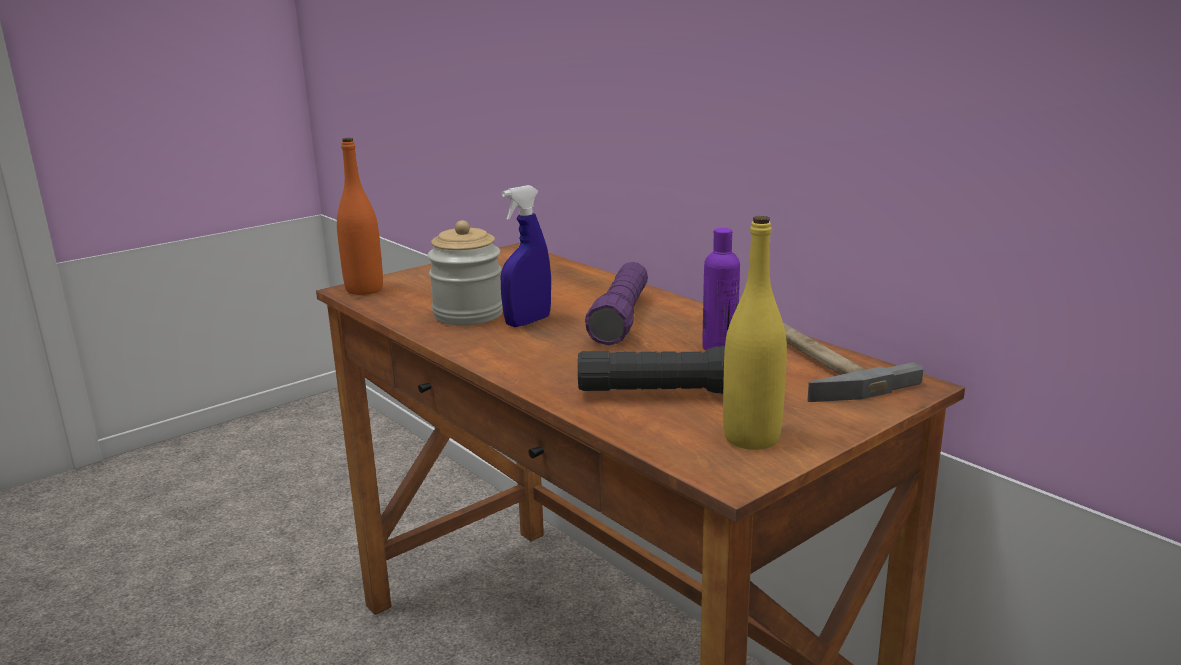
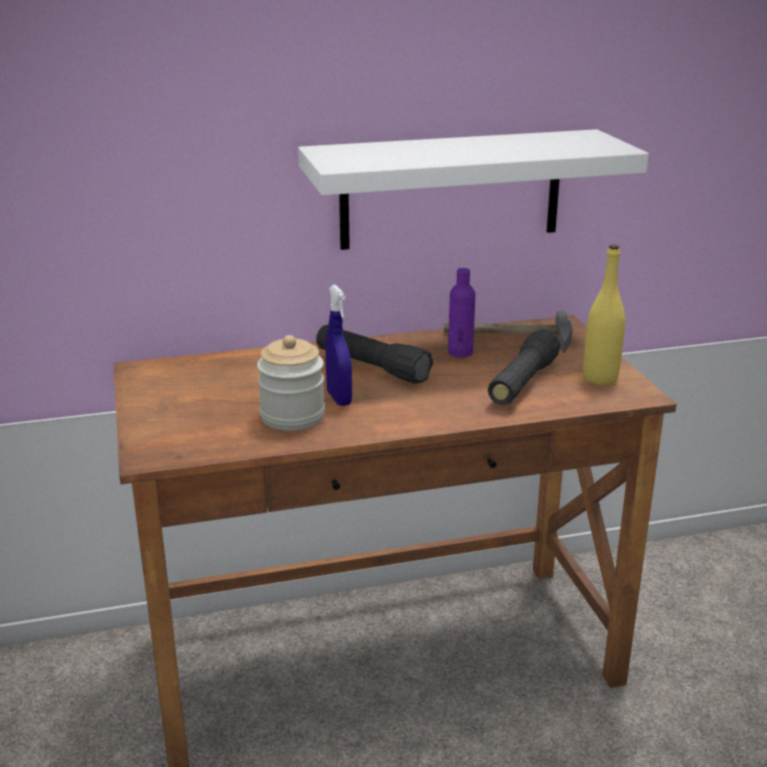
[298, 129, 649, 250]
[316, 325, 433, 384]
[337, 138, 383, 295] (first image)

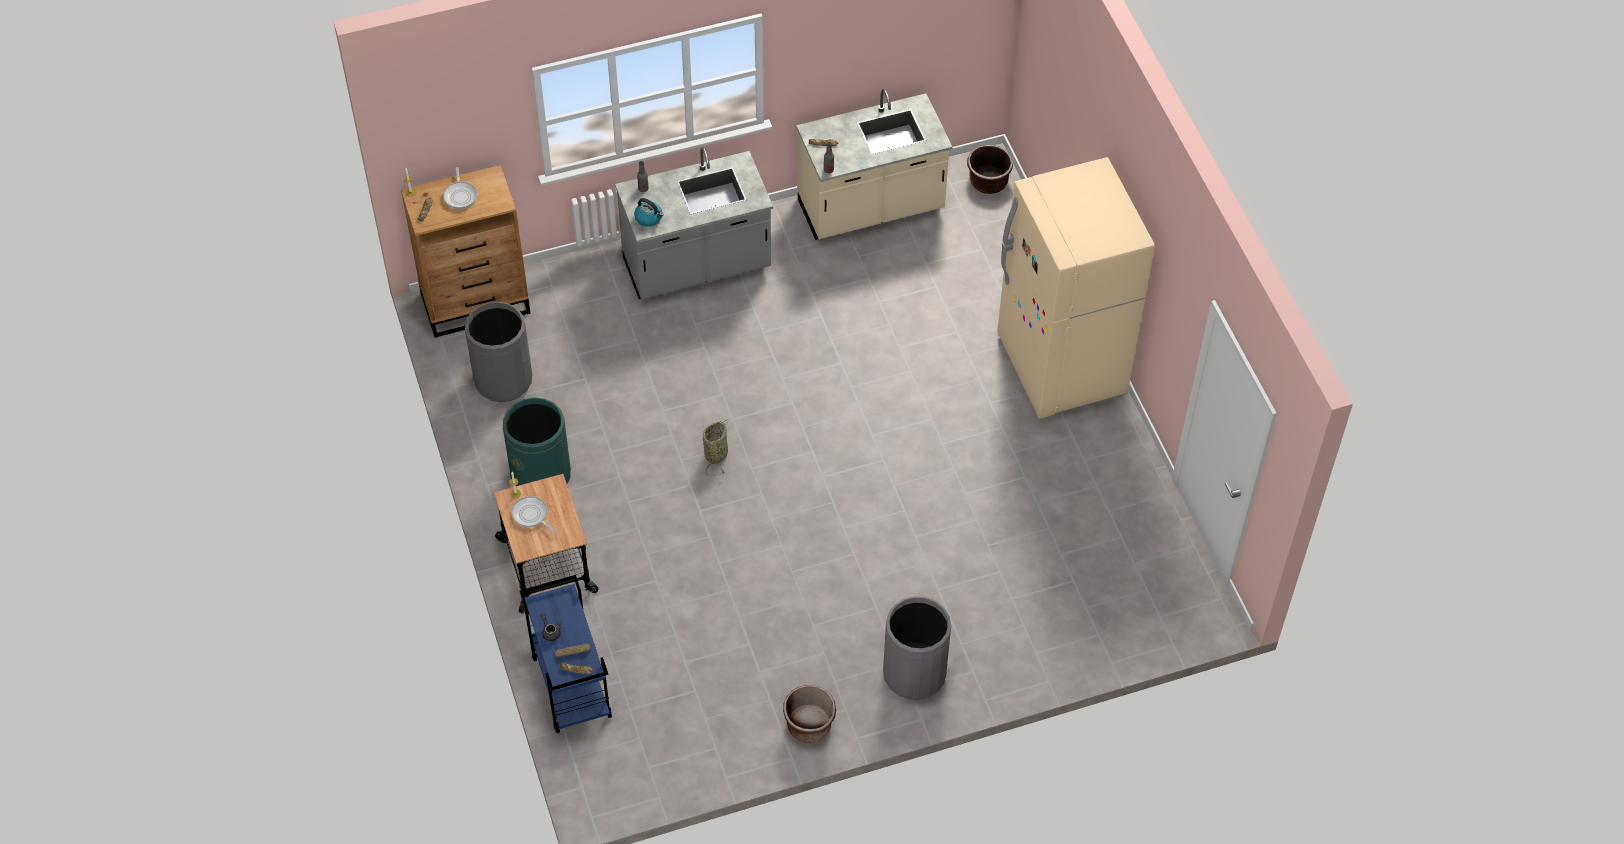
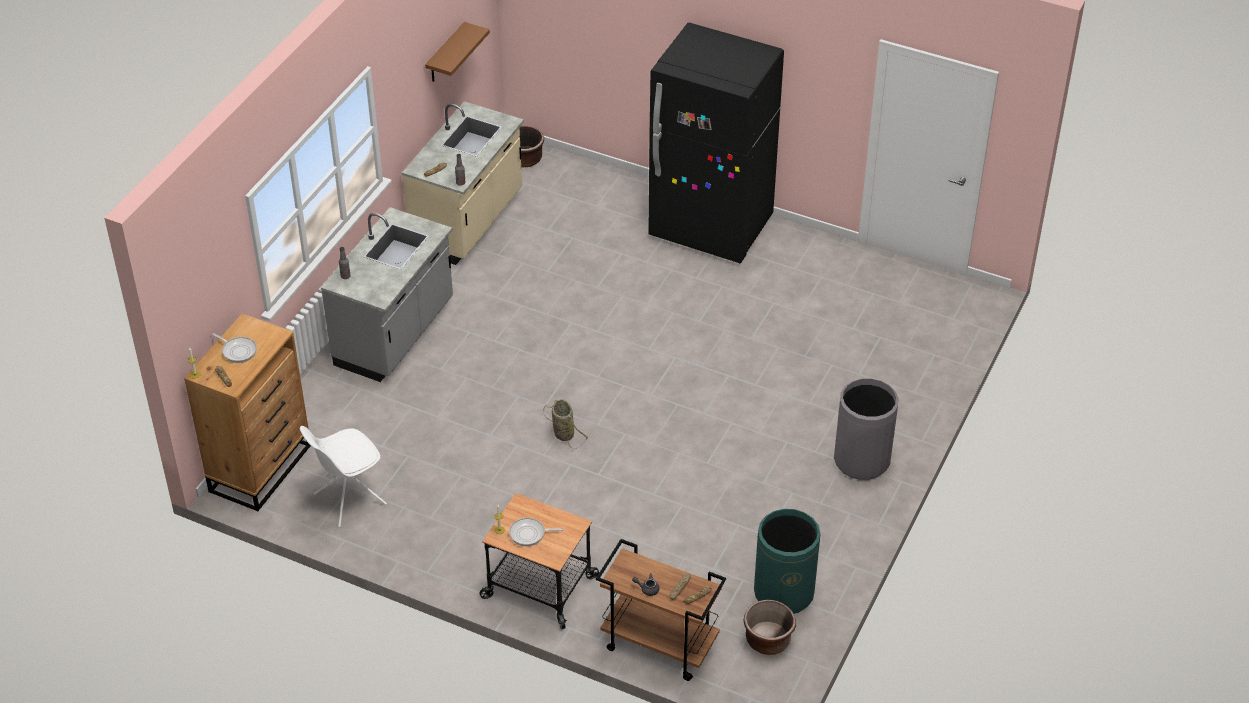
[300, 426, 387, 527]
[425, 22, 490, 82]
[596, 539, 726, 681]
[648, 23, 784, 263]
[743, 600, 796, 655]
[754, 509, 821, 614]
[634, 198, 664, 226] (first image)

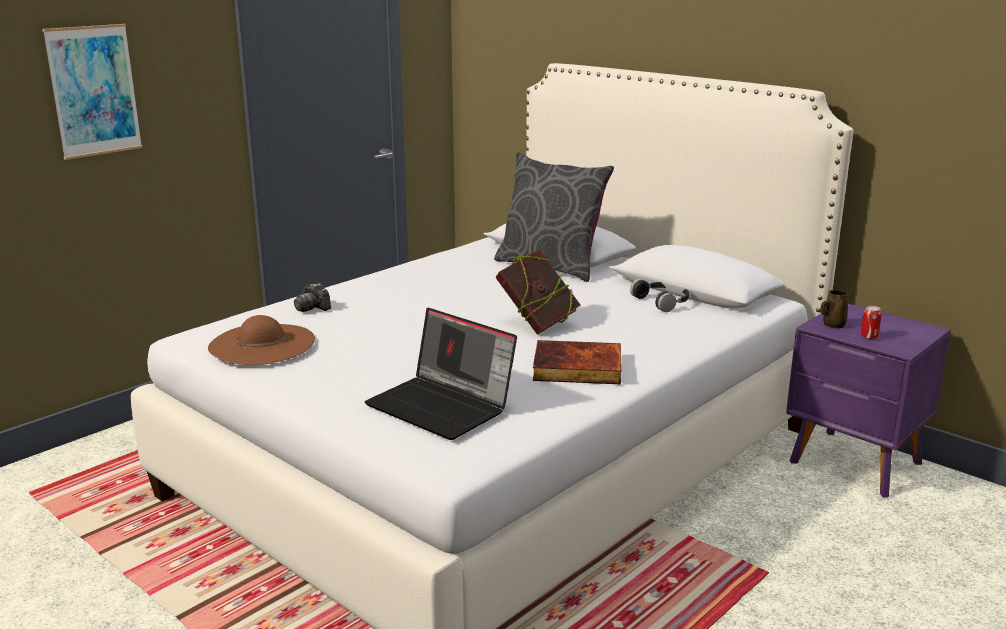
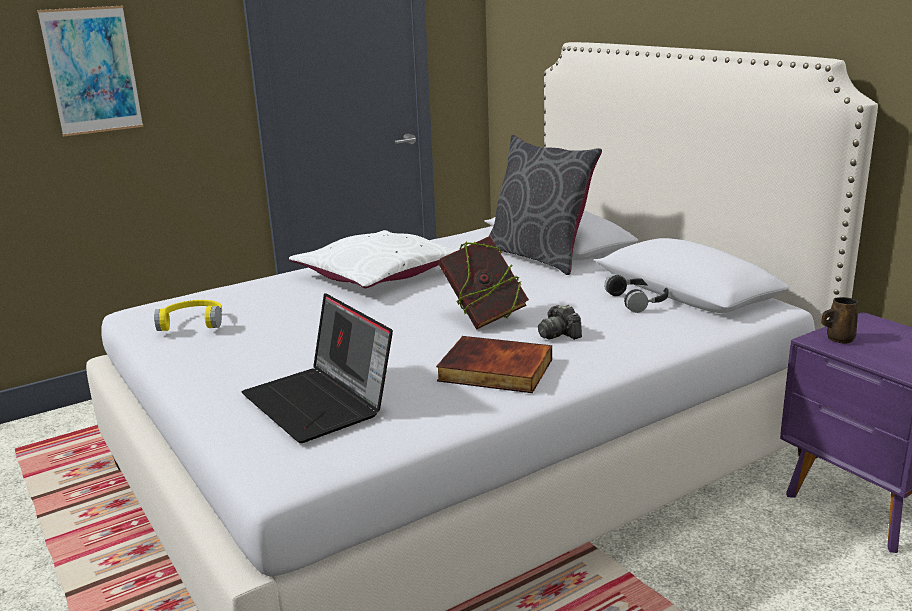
[154, 300, 222, 331]
[289, 230, 458, 288]
[538, 305, 582, 340]
[861, 306, 882, 339] (first image)

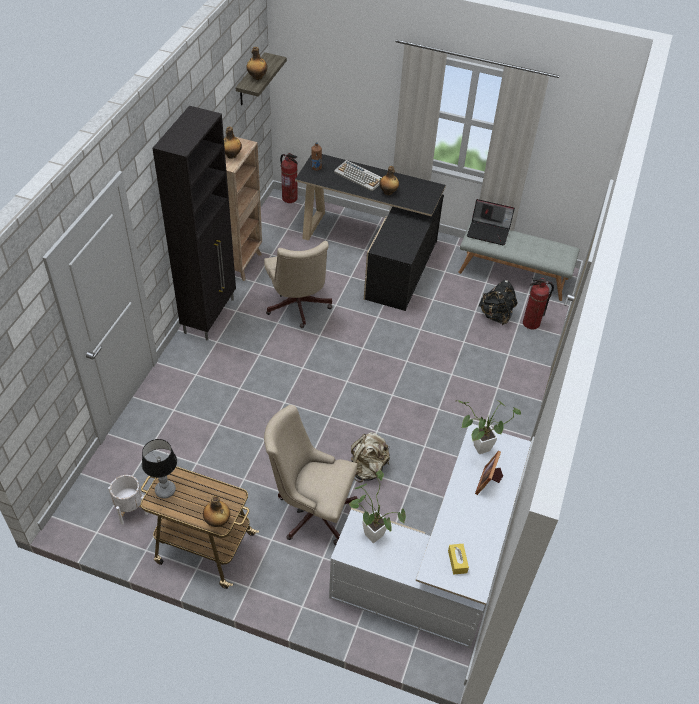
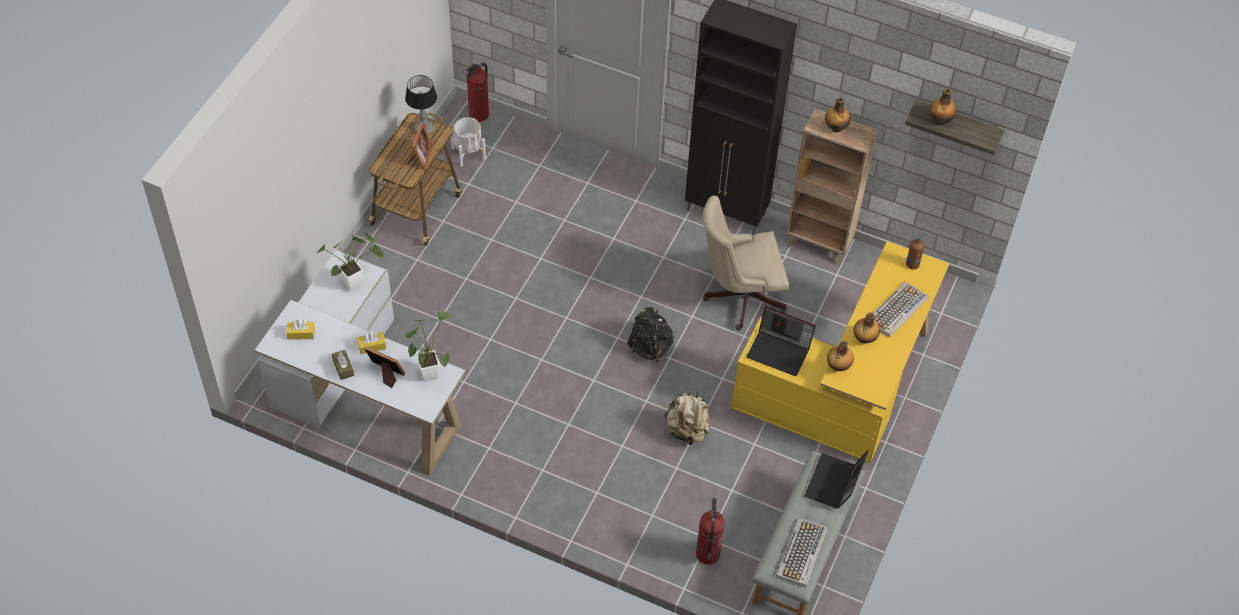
[332, 350, 354, 380]
[357, 332, 386, 354]
[407, 122, 434, 170]
[466, 63, 489, 122]
[627, 307, 674, 363]
[665, 390, 711, 445]
[731, 241, 949, 463]
[747, 307, 815, 376]
[776, 518, 828, 587]
[827, 340, 854, 371]
[264, 405, 358, 545] (first image)

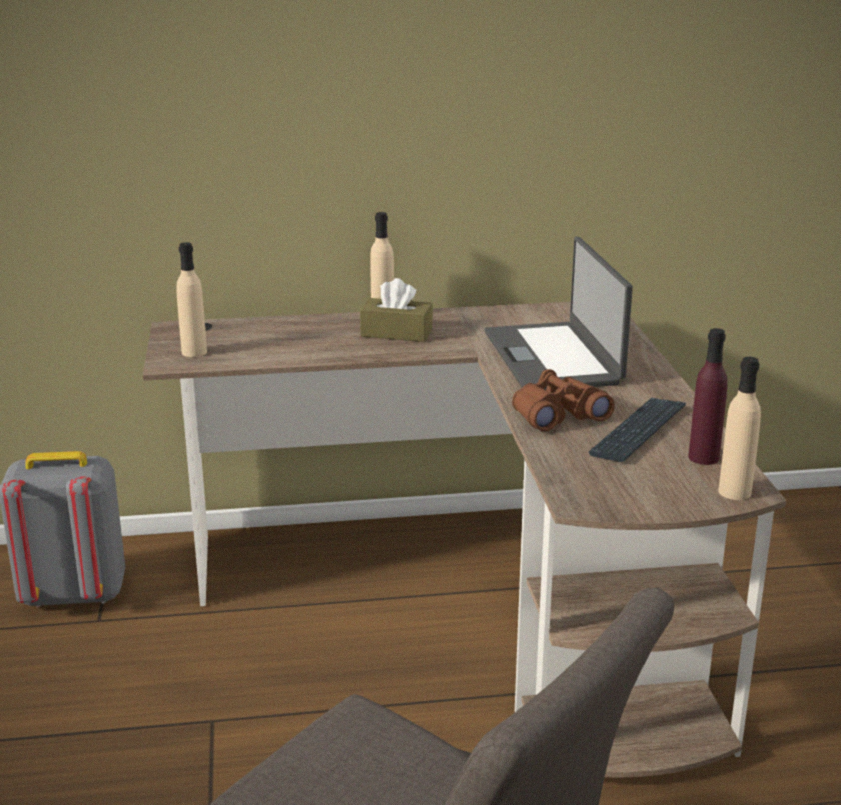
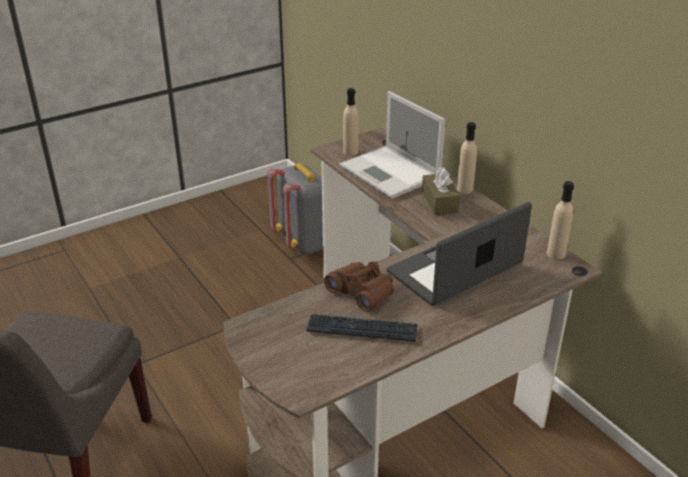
[340, 91, 446, 199]
[547, 181, 574, 259]
[688, 328, 728, 465] (first image)

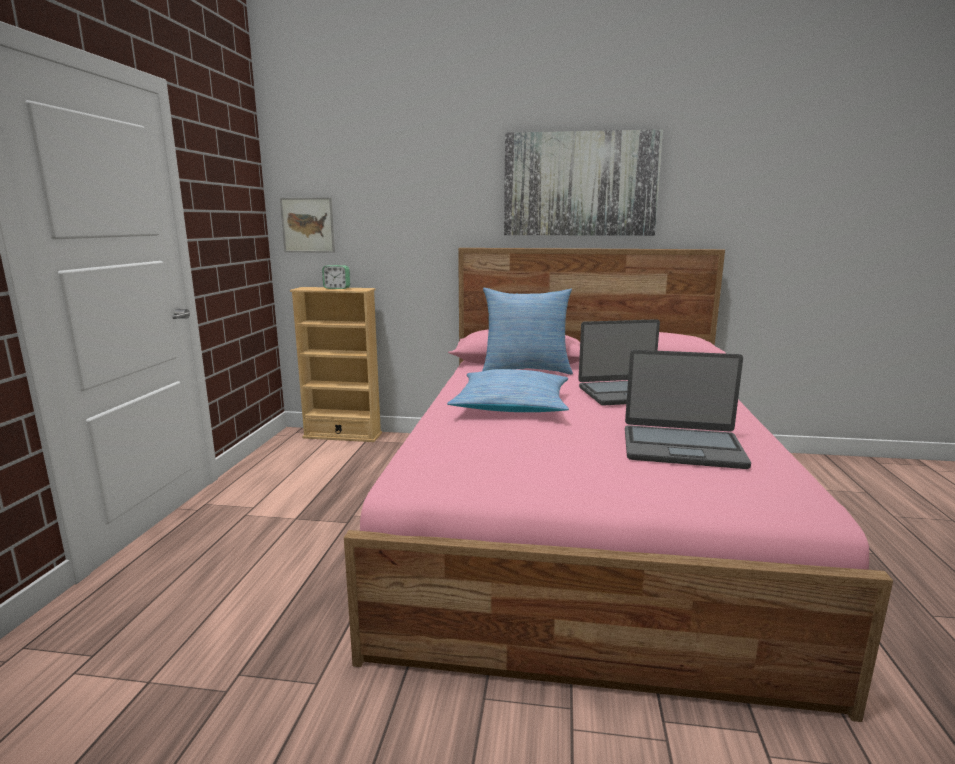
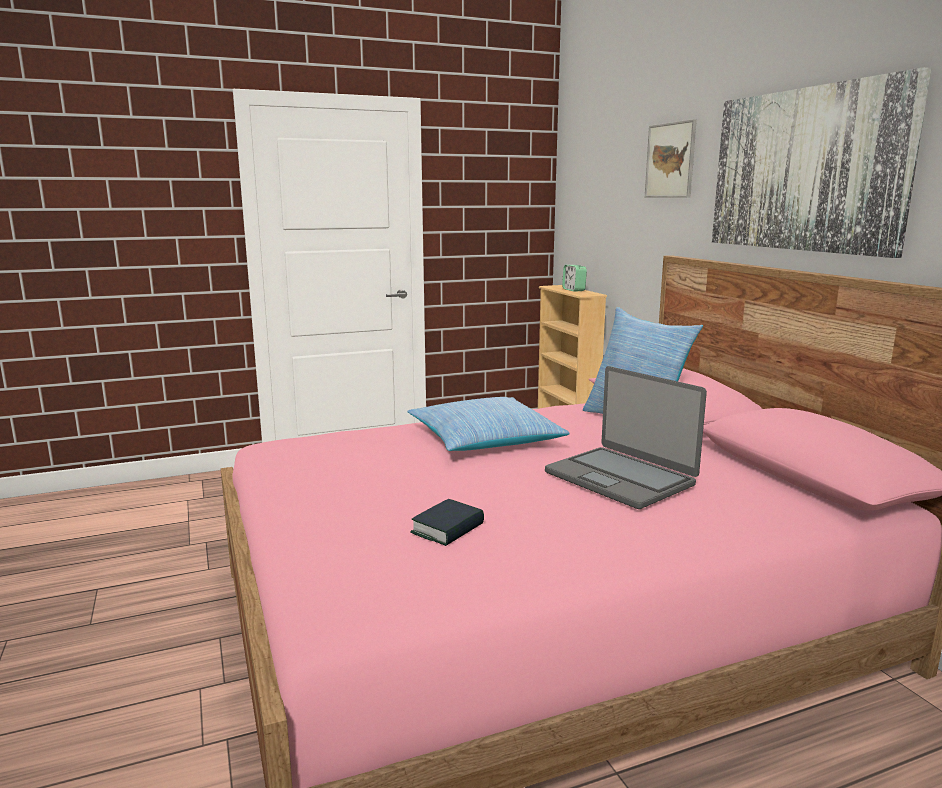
[410, 499, 484, 546]
[645, 119, 697, 198]

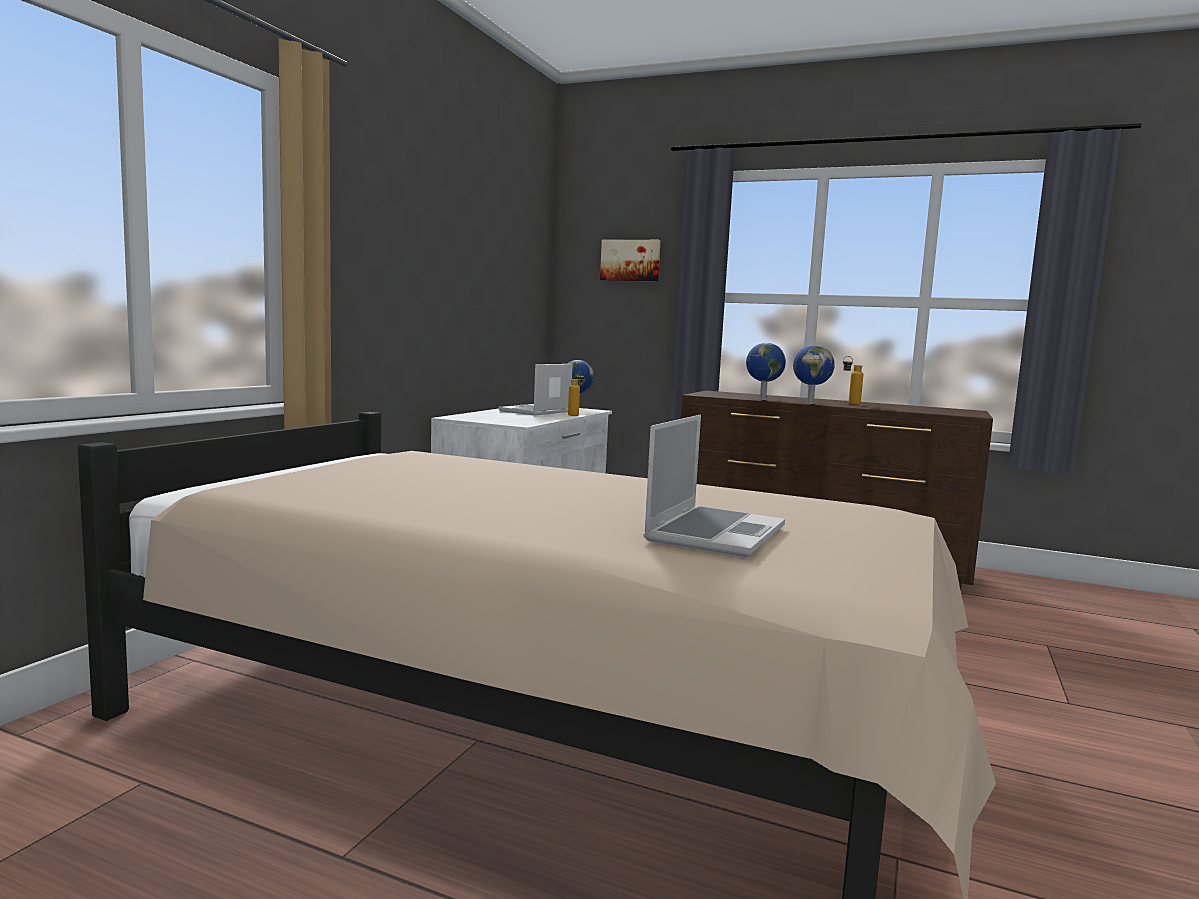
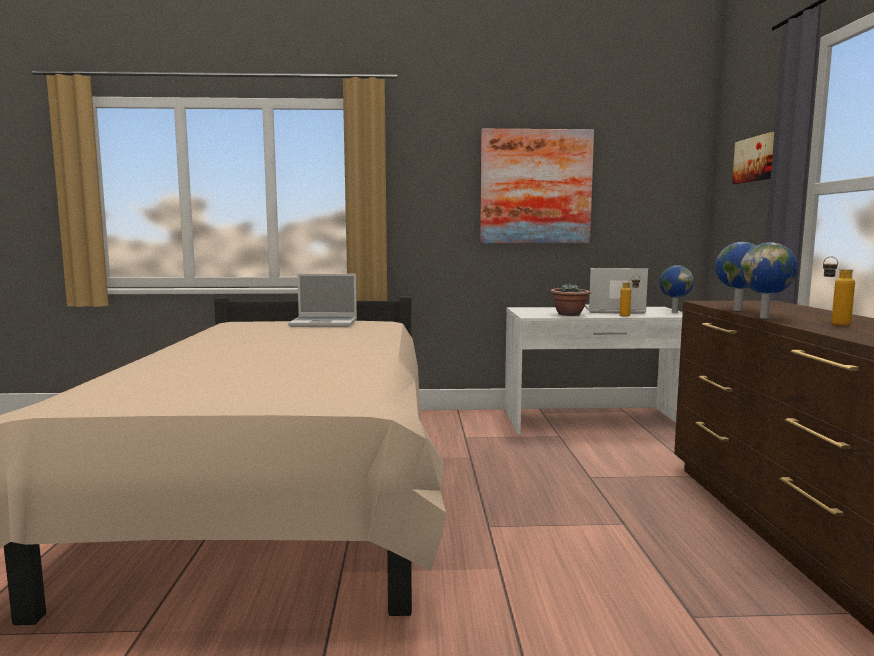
[288, 274, 357, 327]
[480, 129, 594, 243]
[550, 283, 591, 316]

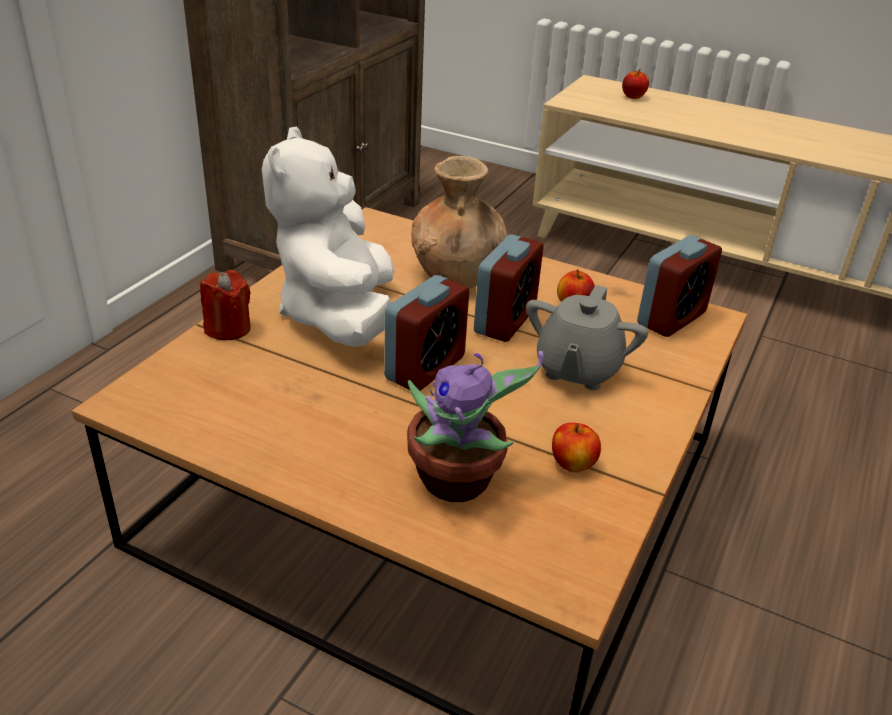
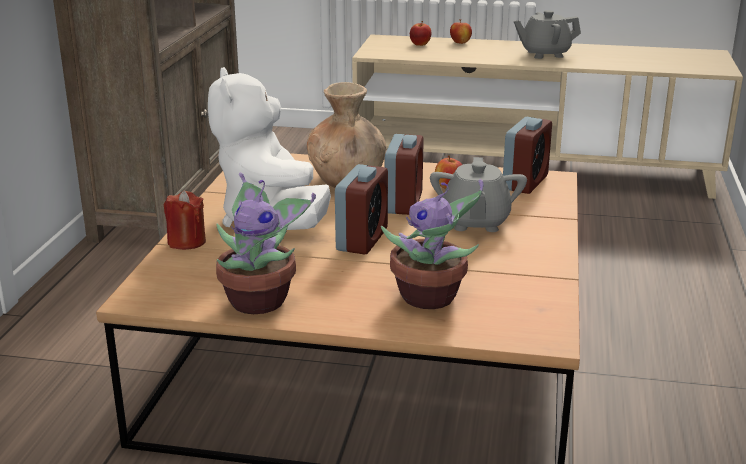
[216, 173, 316, 314]
[450, 19, 472, 44]
[514, 10, 581, 59]

